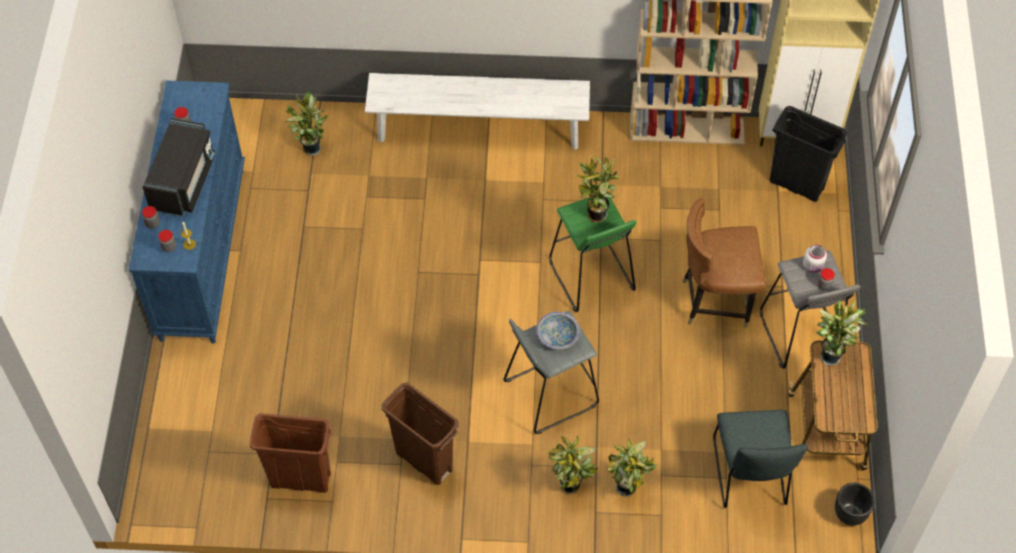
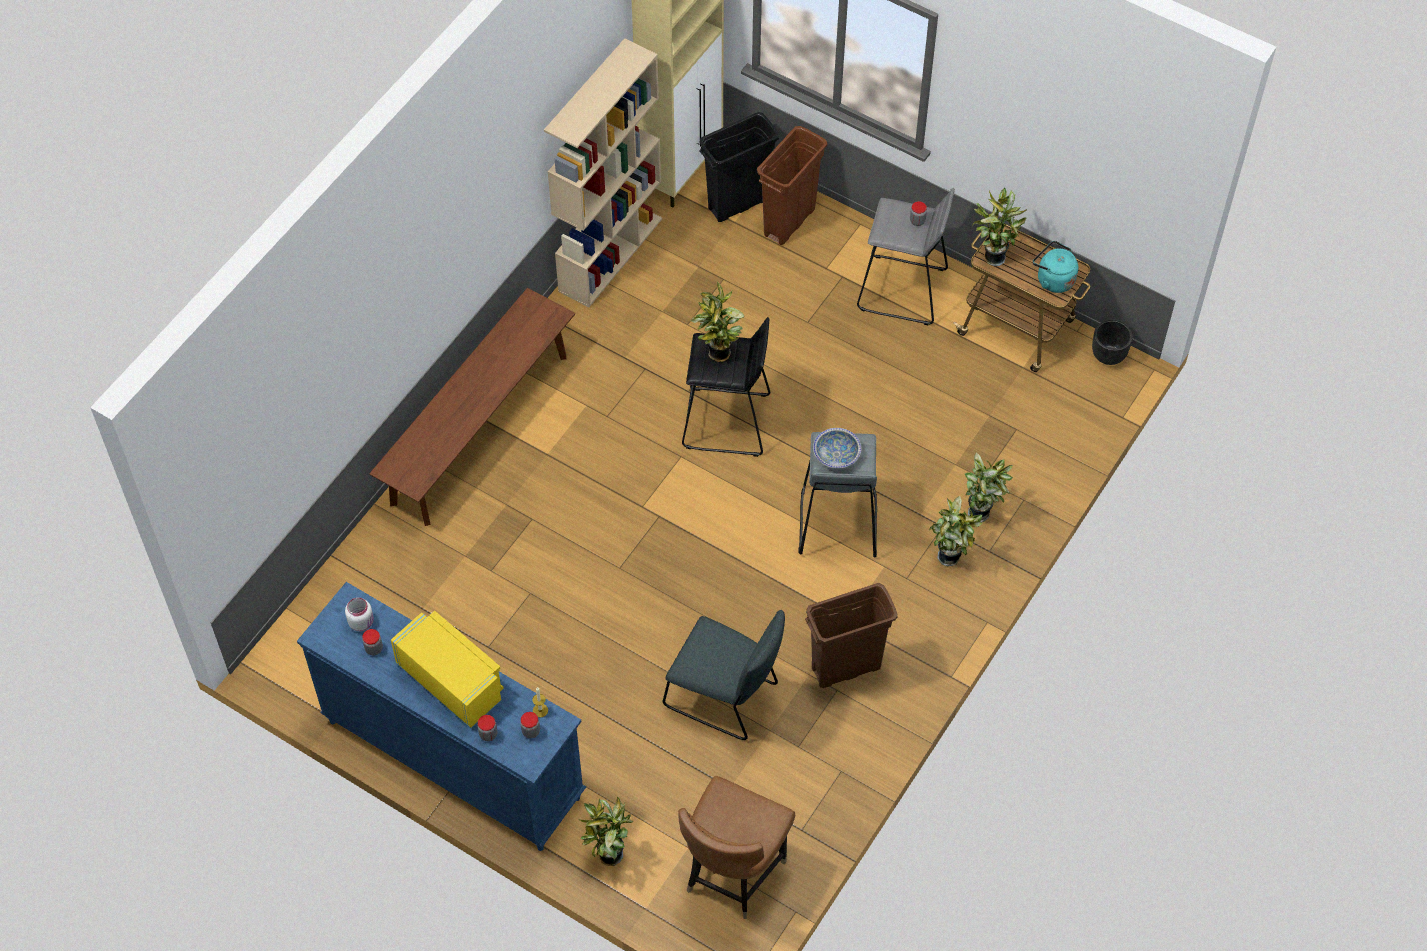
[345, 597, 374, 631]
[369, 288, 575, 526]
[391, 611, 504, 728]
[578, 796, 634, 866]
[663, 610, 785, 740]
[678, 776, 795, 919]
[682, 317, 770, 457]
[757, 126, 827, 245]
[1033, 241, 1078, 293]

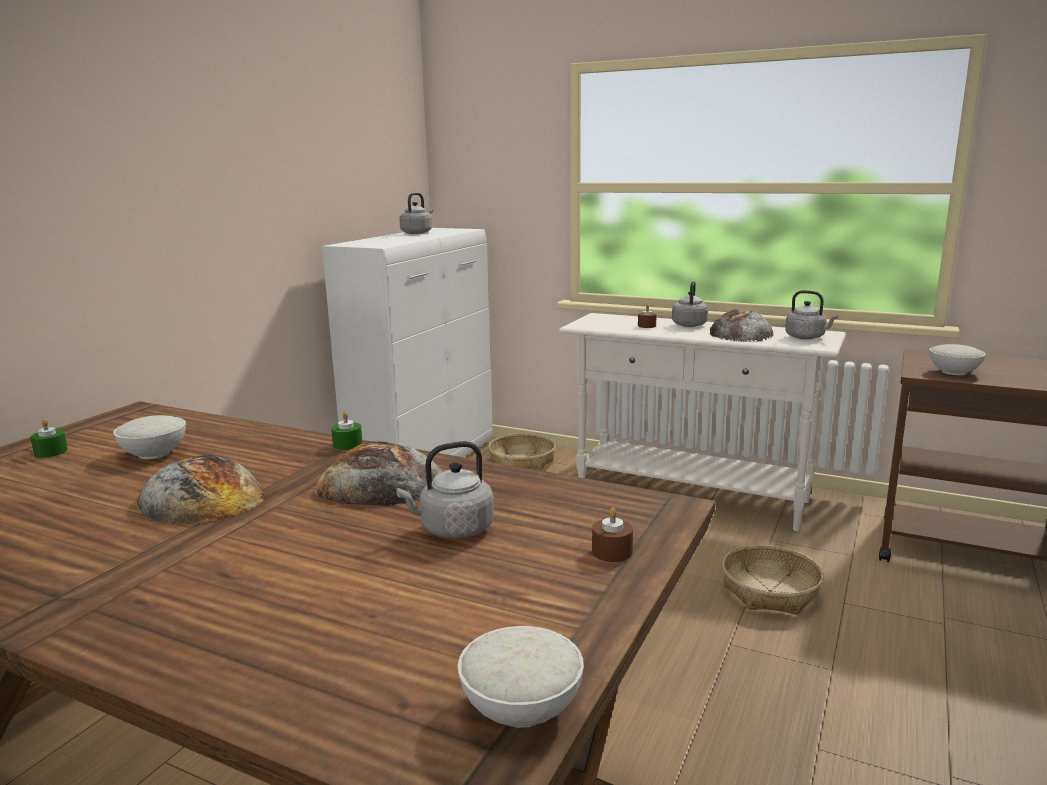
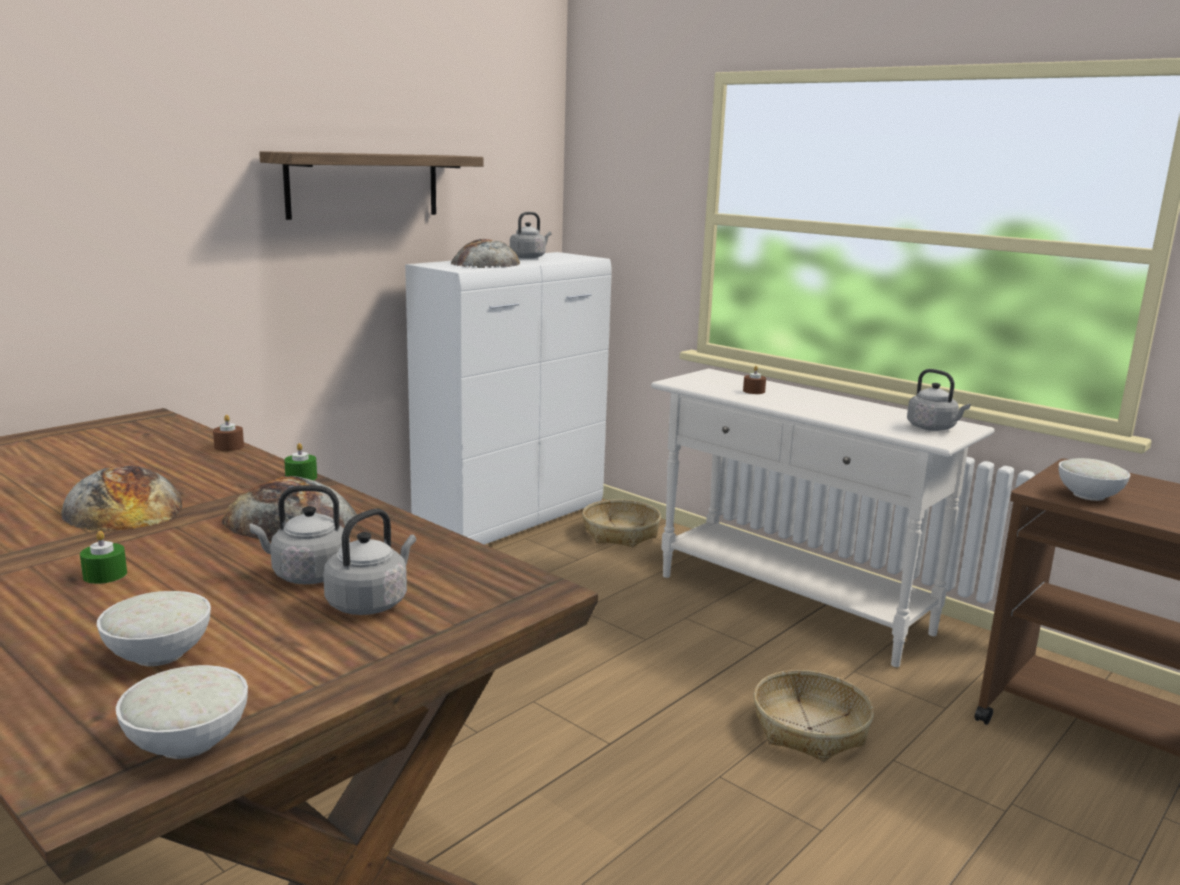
[80, 531, 127, 584]
[97, 591, 211, 666]
[213, 415, 244, 451]
[259, 151, 484, 220]
[323, 508, 416, 615]
[451, 239, 520, 268]

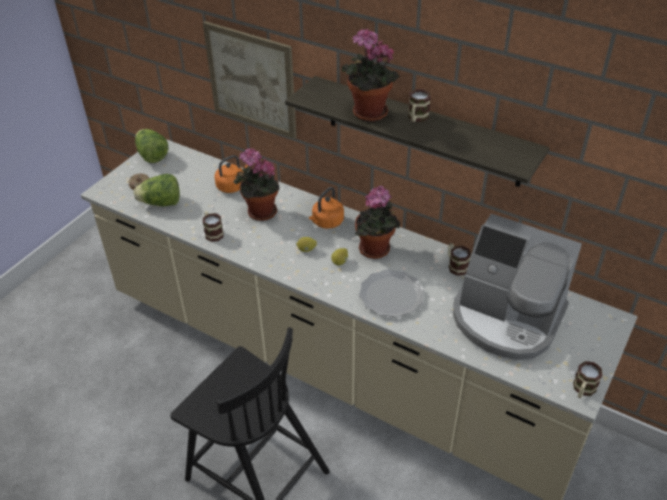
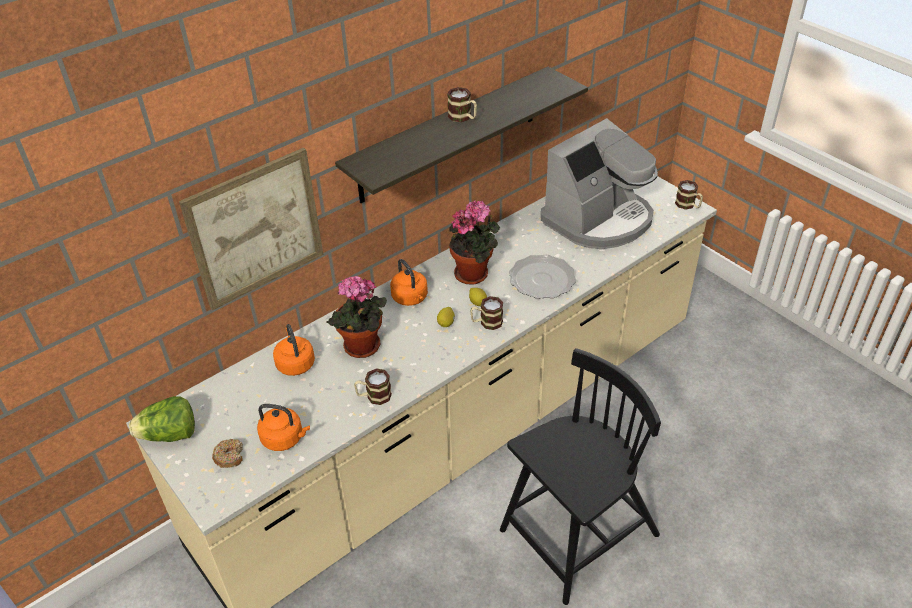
[257, 404, 310, 451]
[470, 296, 503, 330]
[342, 29, 400, 122] (first image)

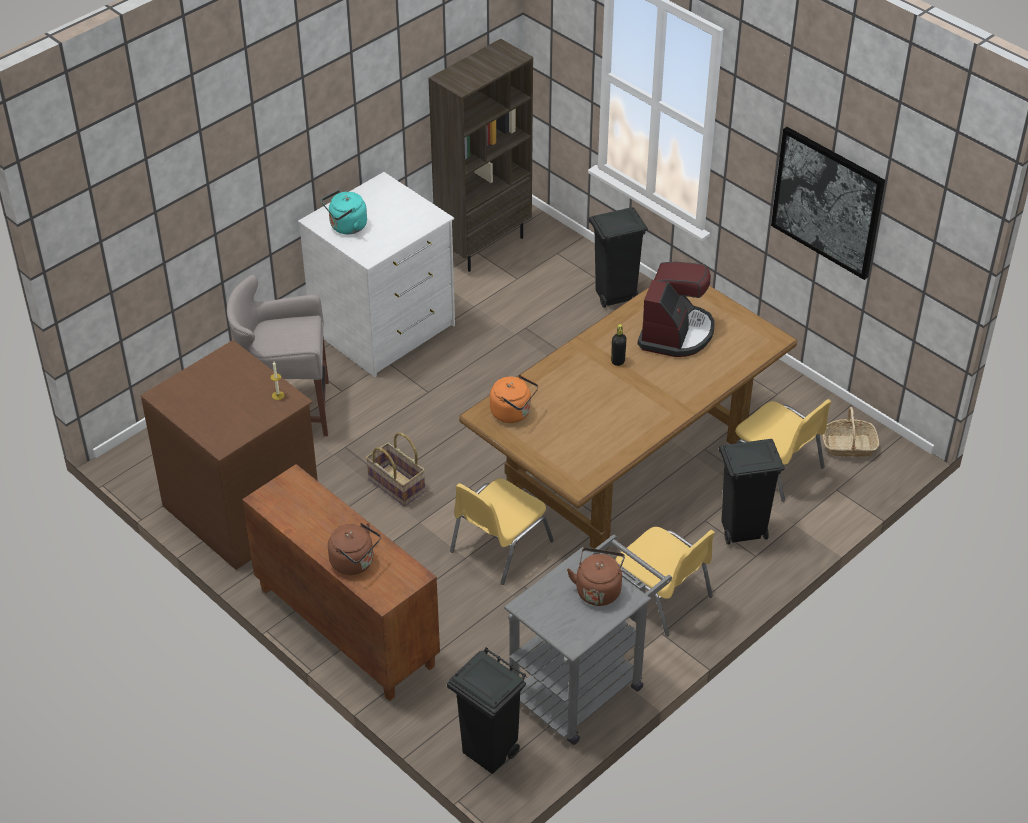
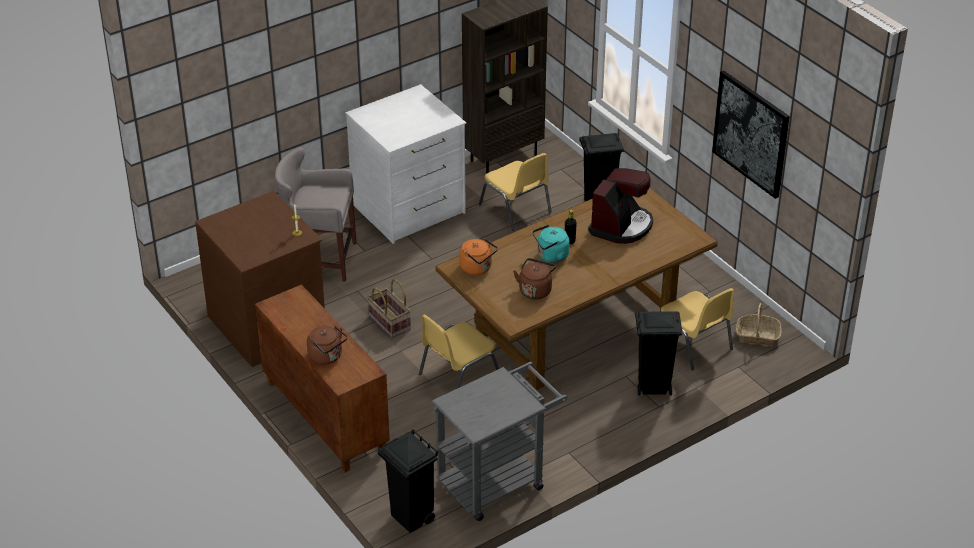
[479, 153, 552, 231]
[513, 258, 556, 299]
[532, 225, 570, 263]

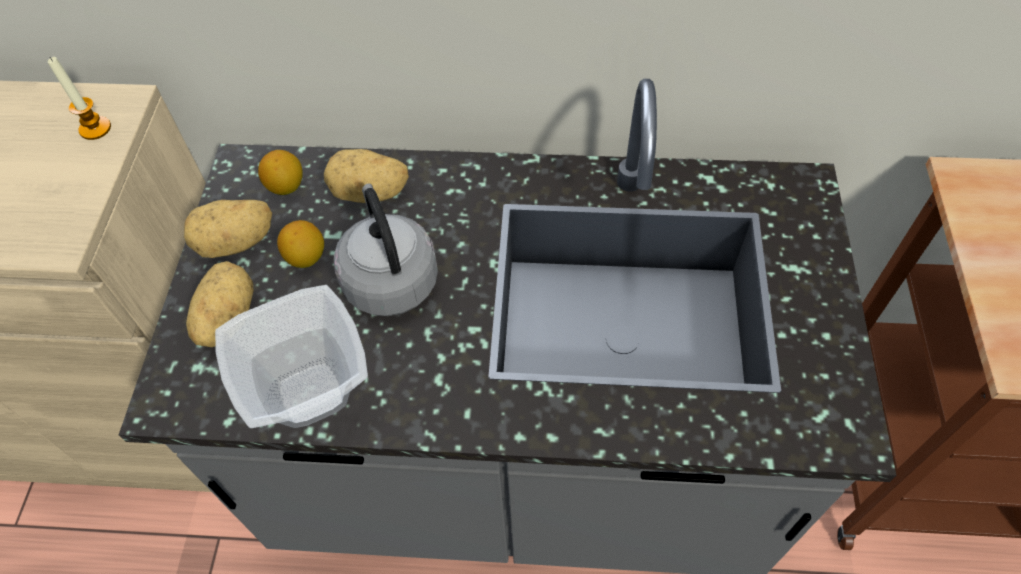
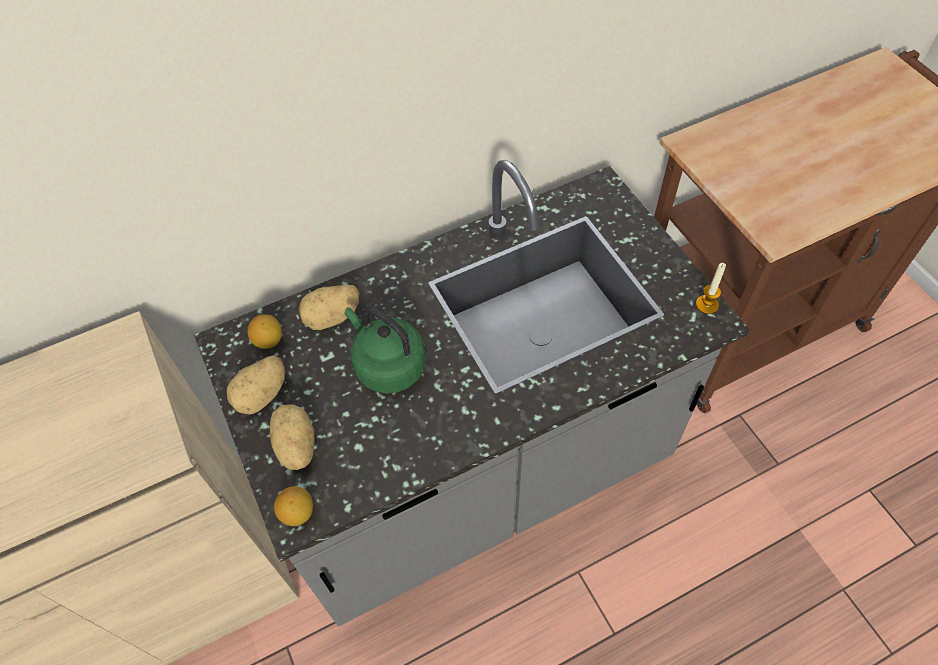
[274, 486, 313, 526]
[345, 306, 426, 393]
[696, 263, 726, 314]
[215, 285, 368, 428] (first image)

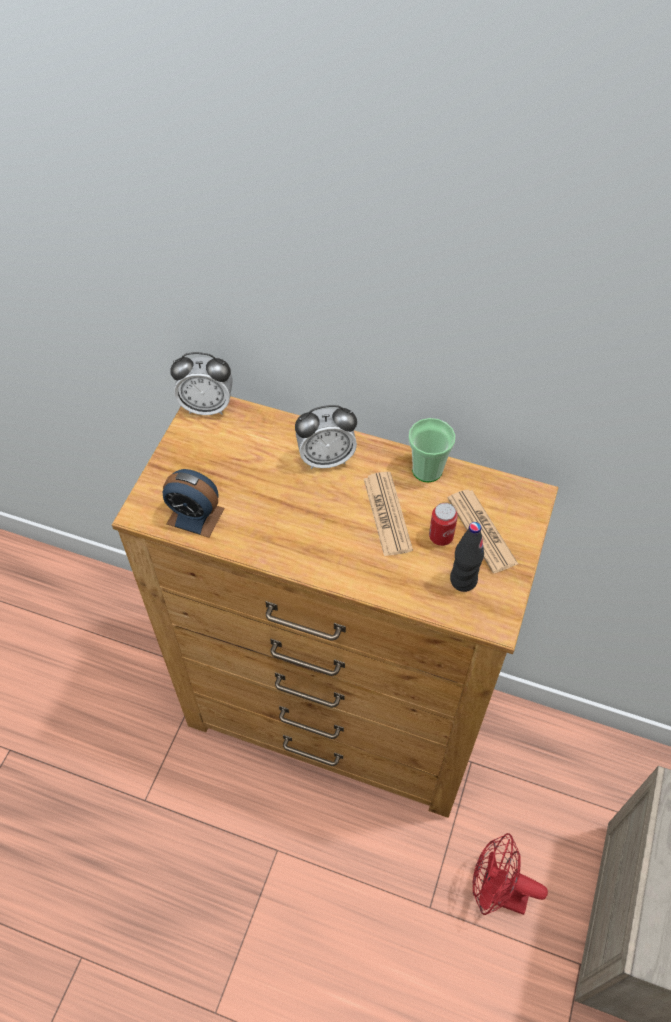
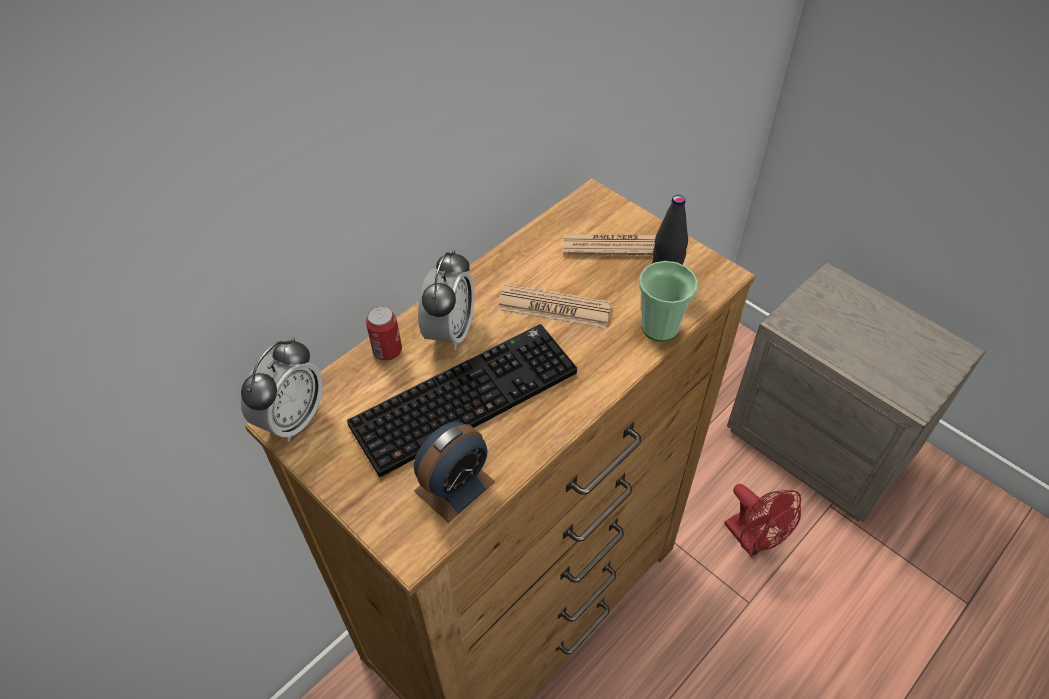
[347, 324, 577, 477]
[366, 306, 402, 360]
[639, 261, 698, 342]
[724, 484, 801, 557]

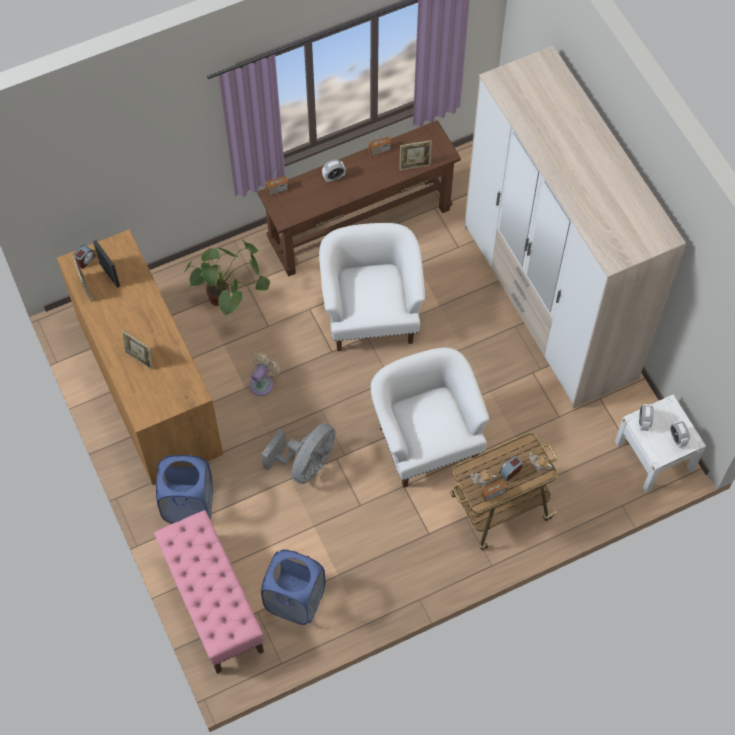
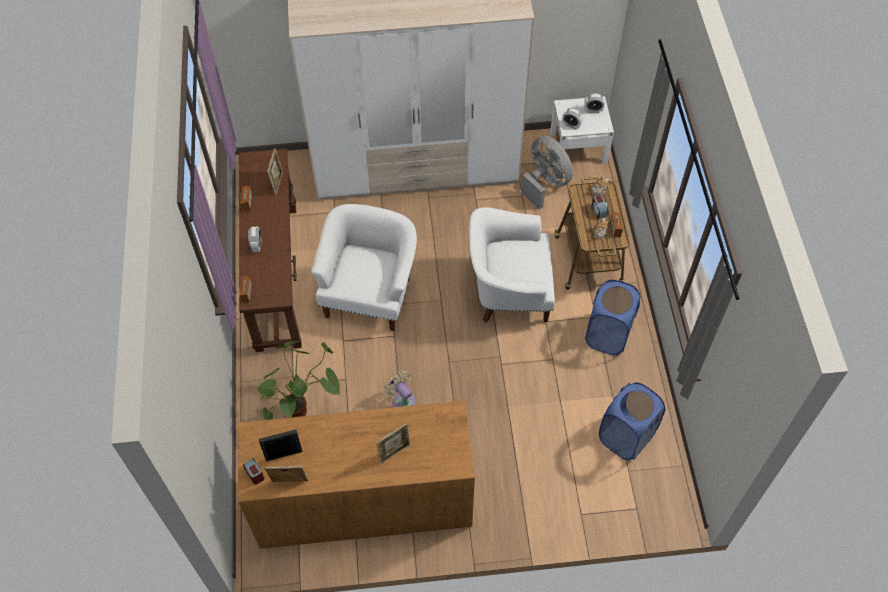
[311, 204, 417, 331]
[522, 136, 573, 209]
[585, 280, 641, 355]
[154, 510, 264, 674] (first image)

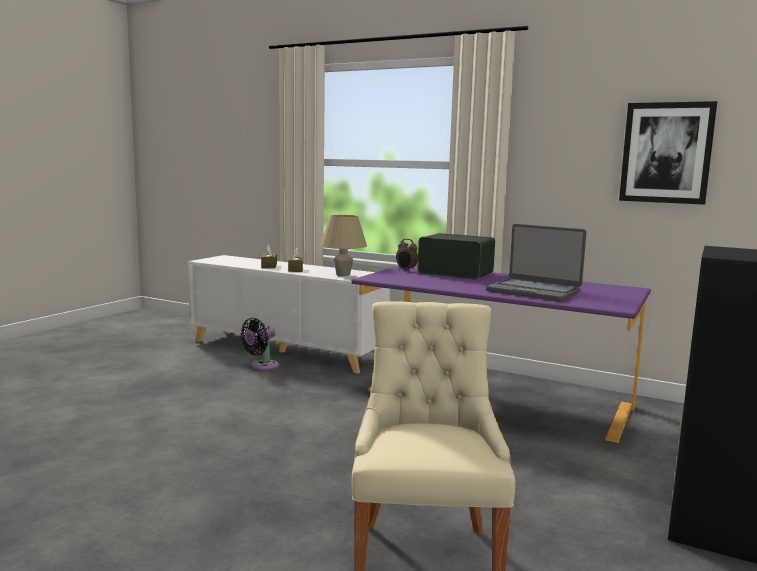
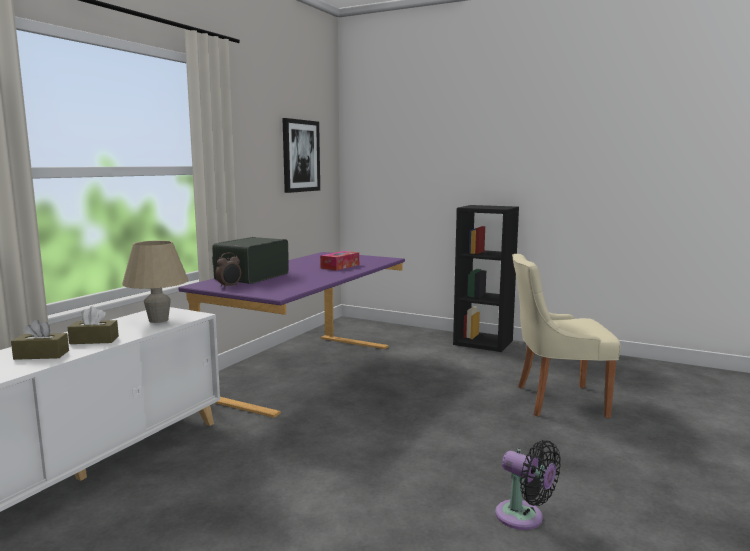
[320, 251, 359, 271]
[495, 440, 561, 530]

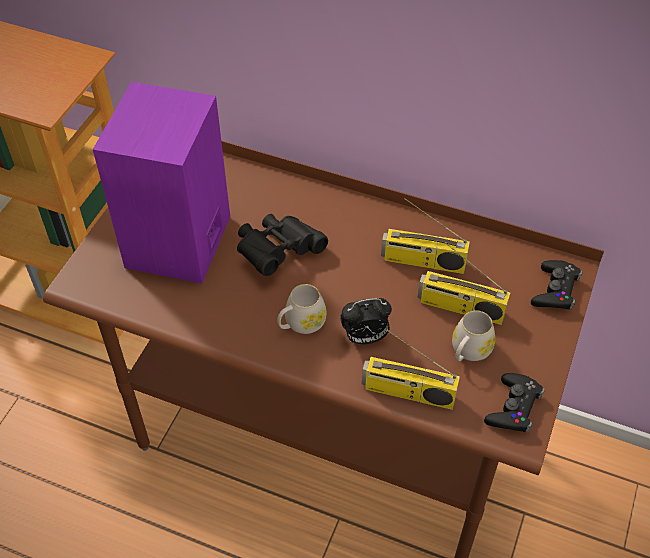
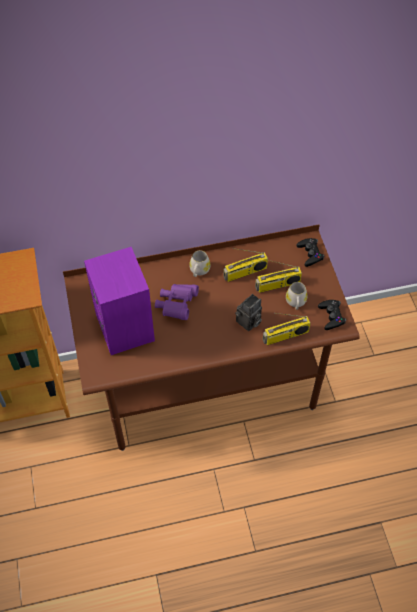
[155, 284, 199, 320]
[189, 250, 210, 277]
[235, 294, 262, 331]

